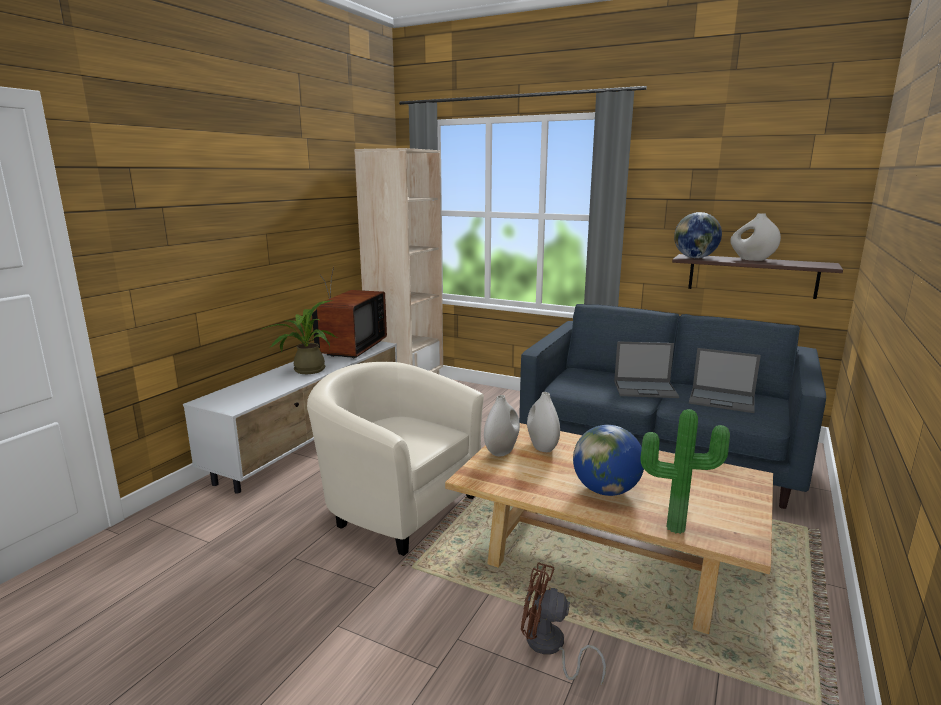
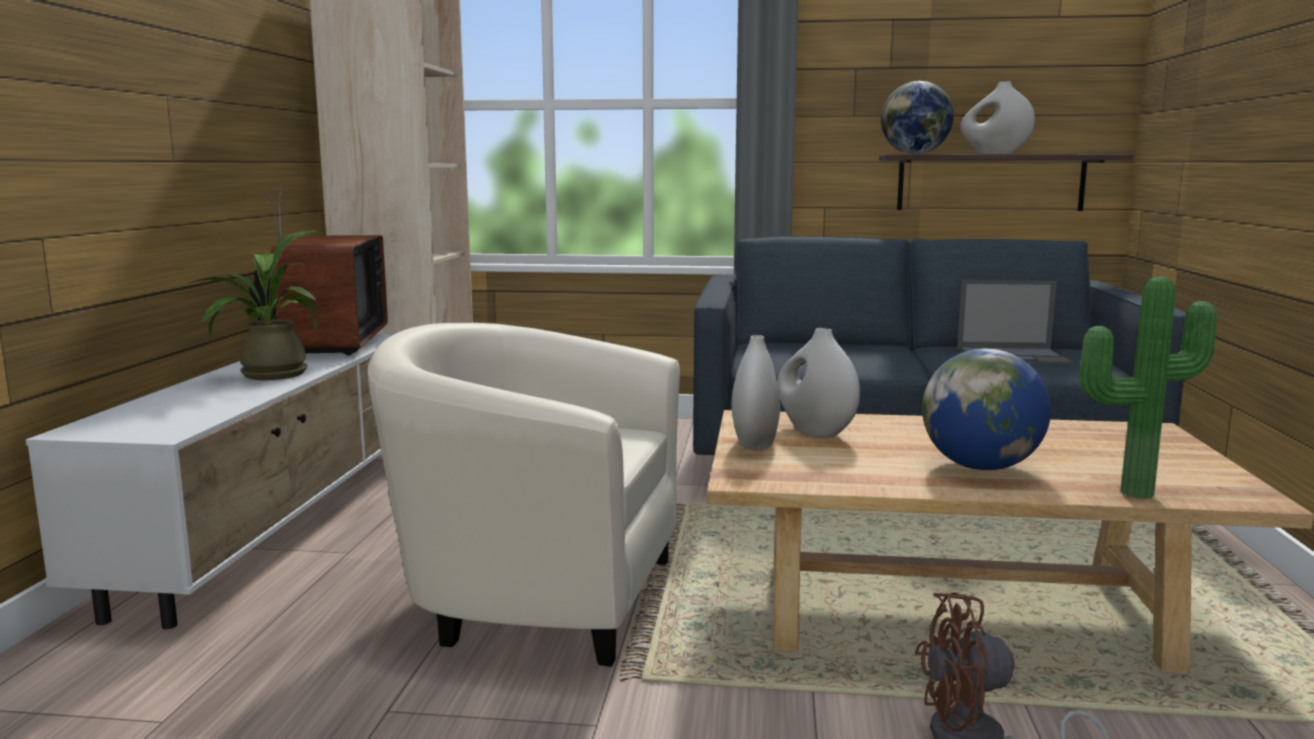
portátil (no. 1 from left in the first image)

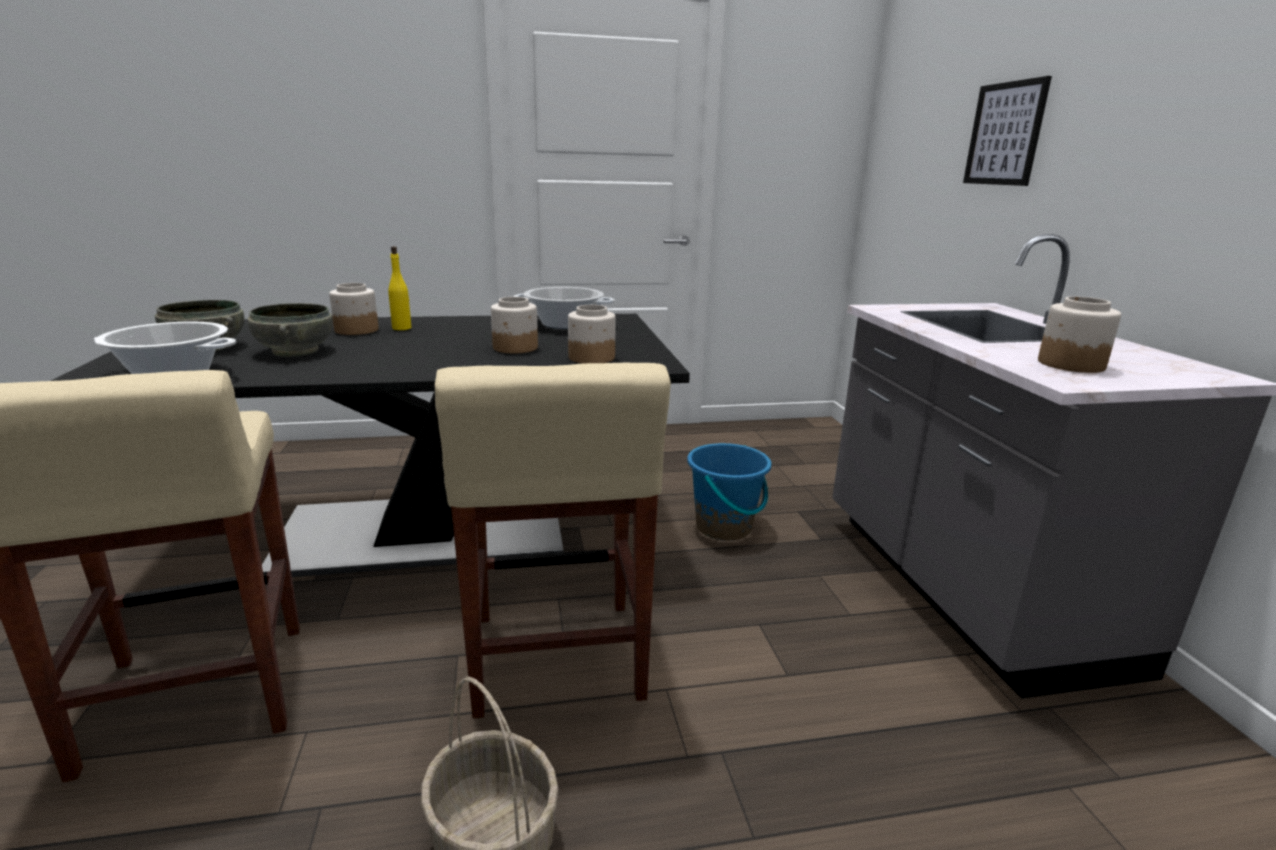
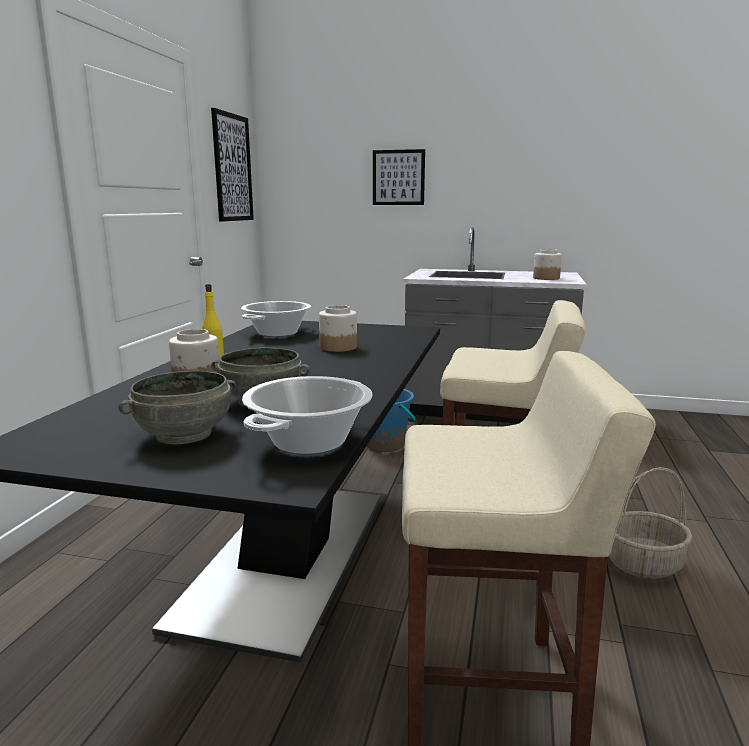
tarro (no. 3 from left in the first image); cuadro (no. 1 from left)

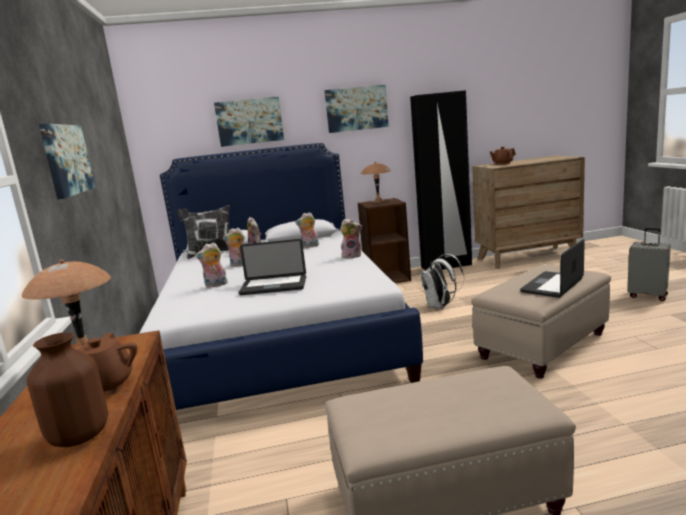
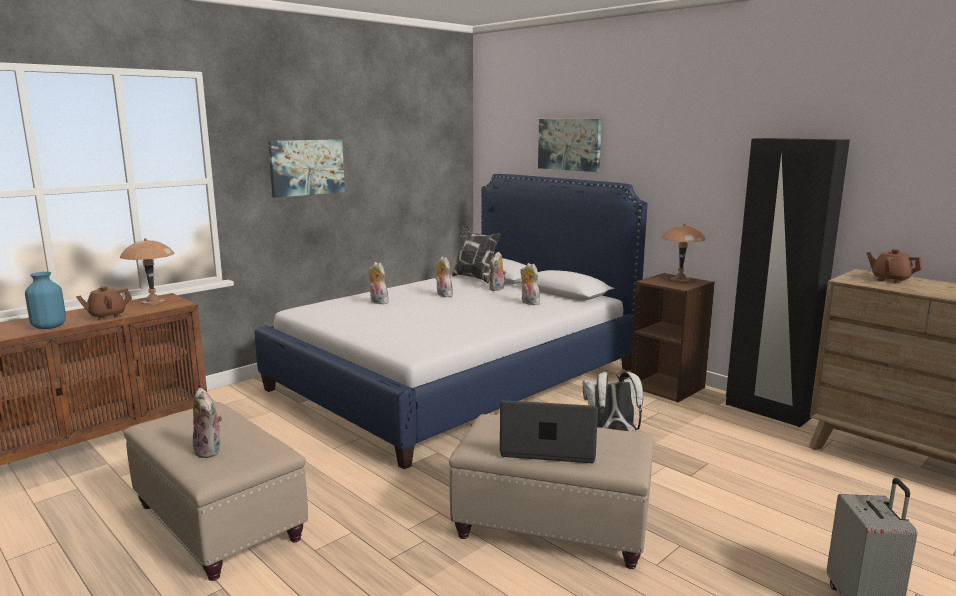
portátil (no. 1 from left in the first image); cuadro (no. 3 from left in the first image); peluche (no. 1 from left); florero/azul

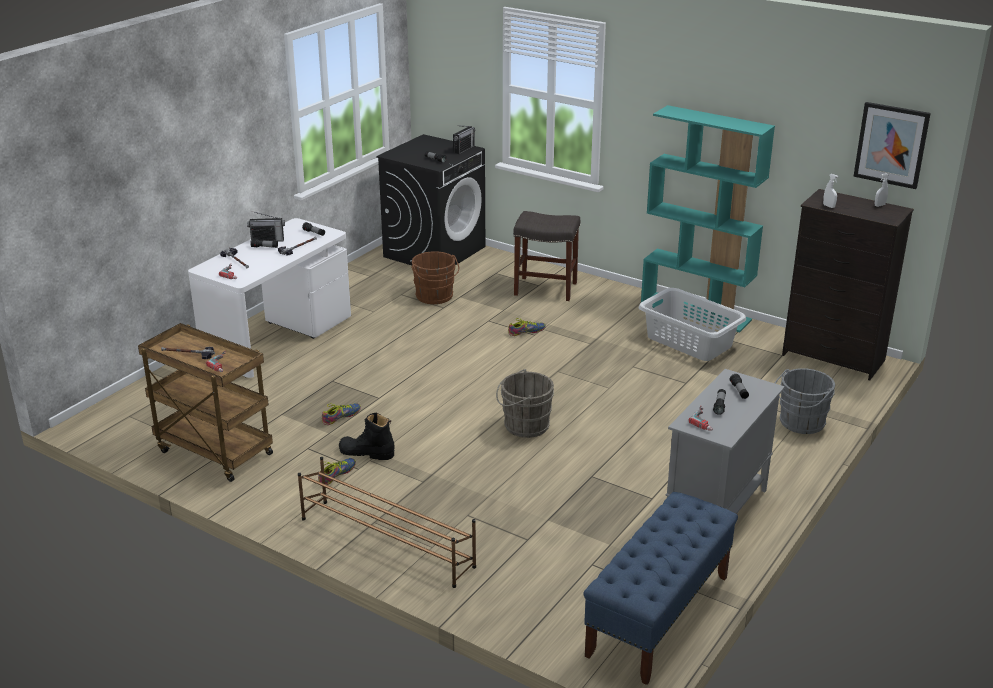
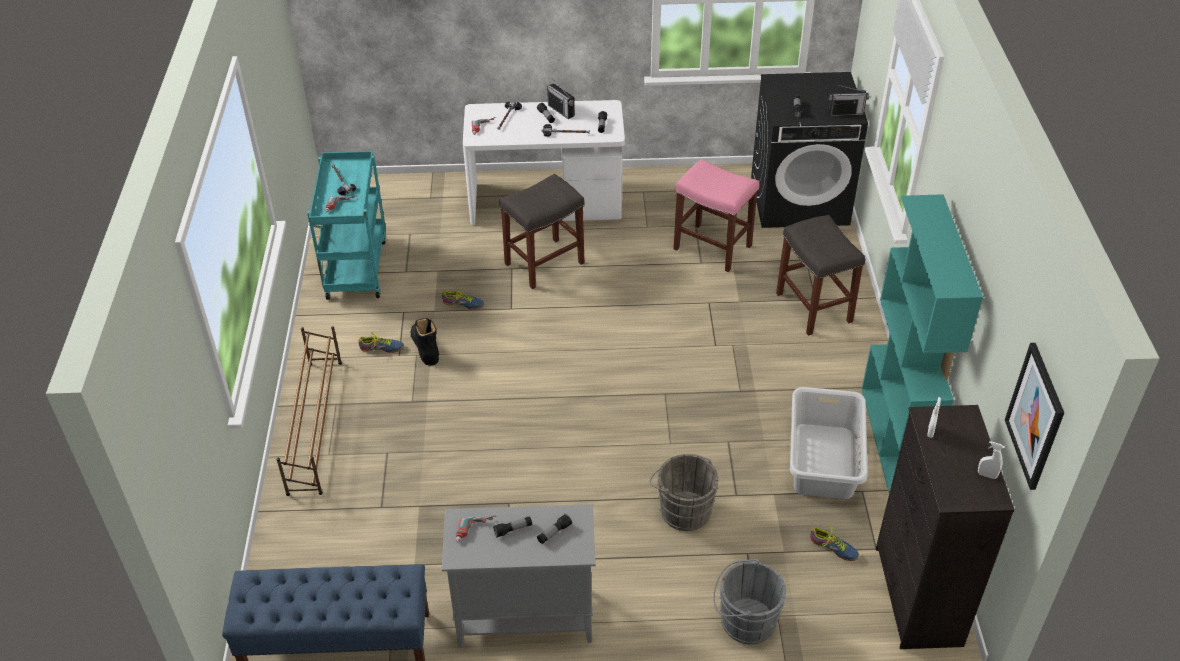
taburete/gris (no. 1 from left); cubo/gris (no. 1 from left); zapato (no. 3 from left); taburete/rosa; carrito/turquesa

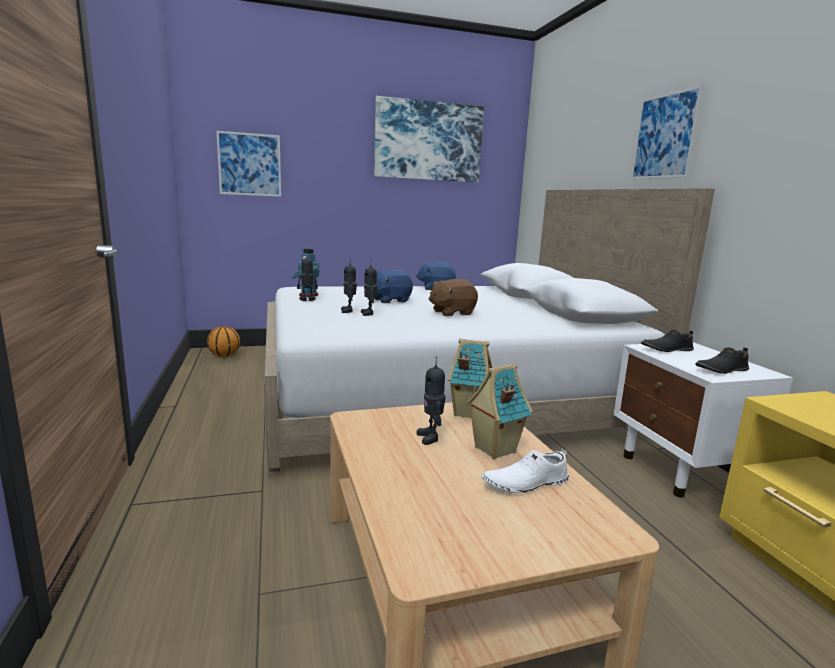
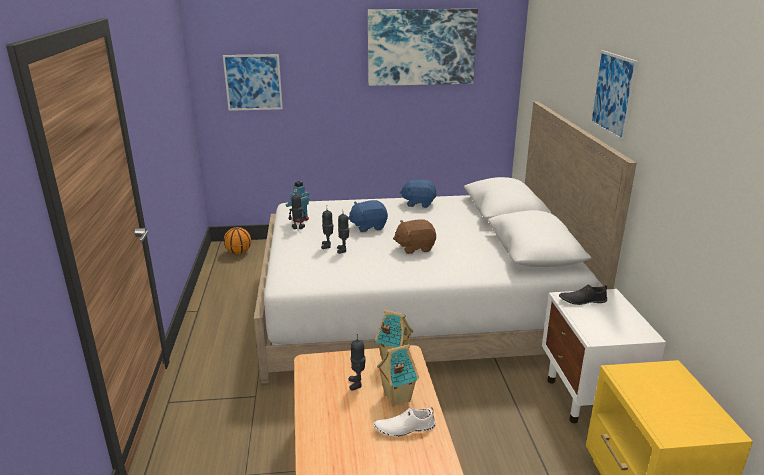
zapato/negro (no. 2 from left in the first image)

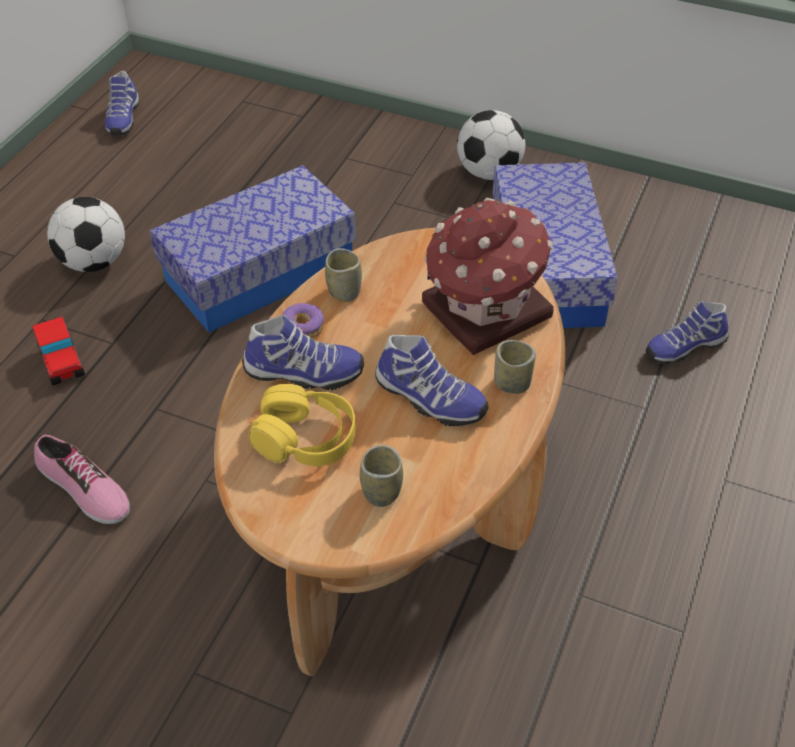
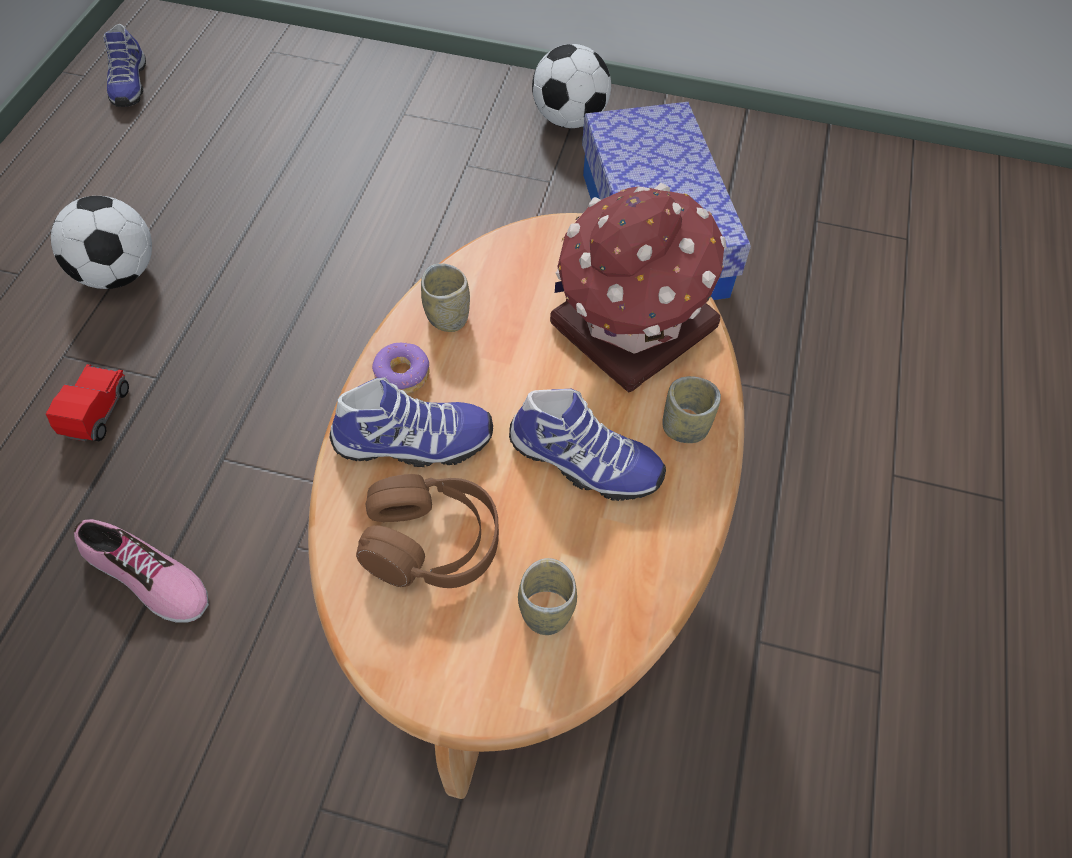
caja de almacenaje (no. 1 from left in the first image); zapato (no. 5 from left in the first image); auriculares/marrón; coche de juguete

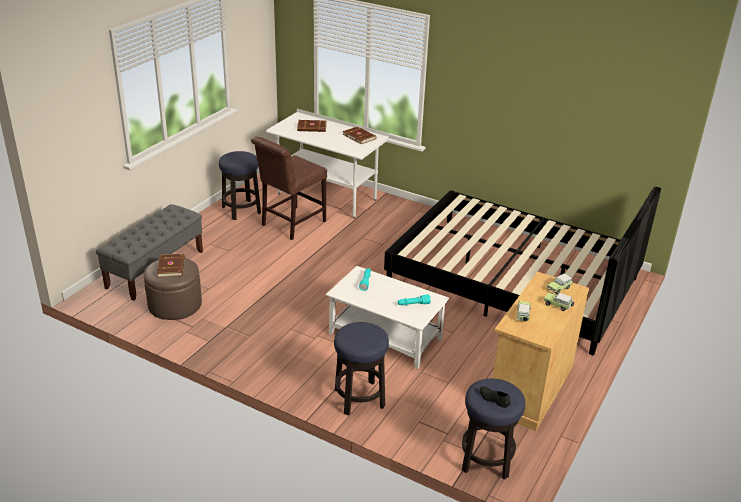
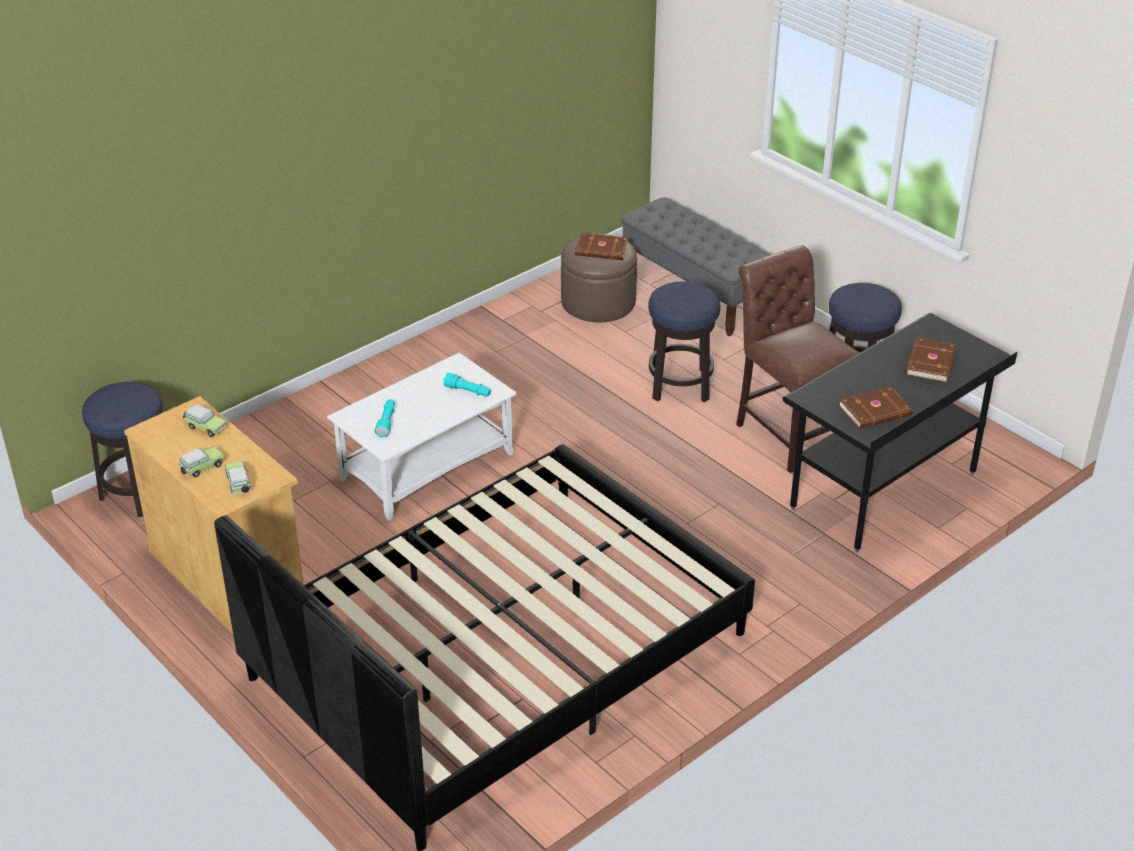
zapato/negro; taburete (no. 2 from left); escritorio/negro

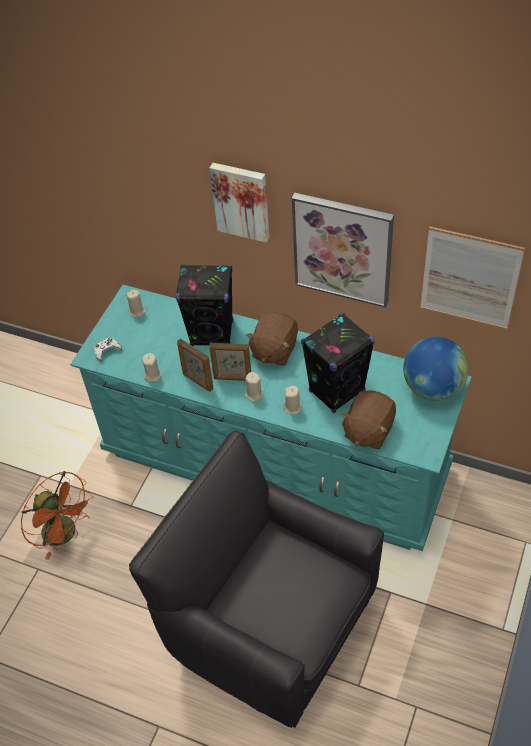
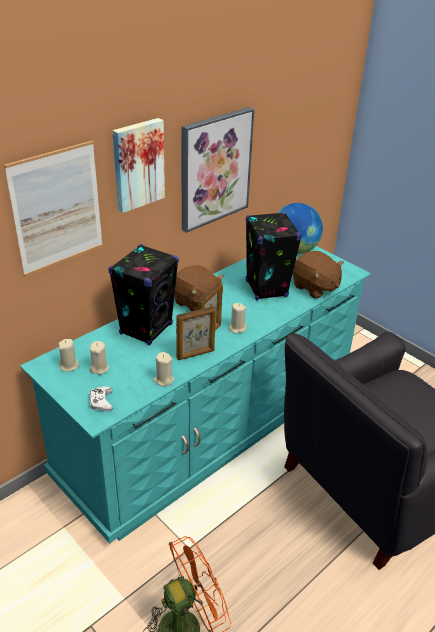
vela/beis (no. 2 from left); cuadro (no. 1 from left)

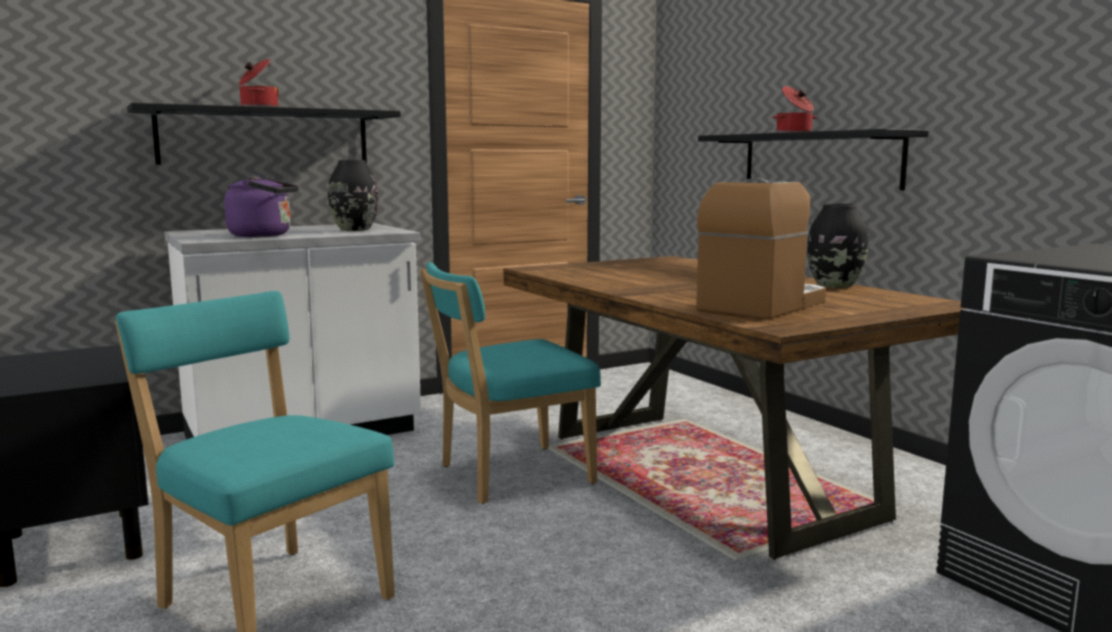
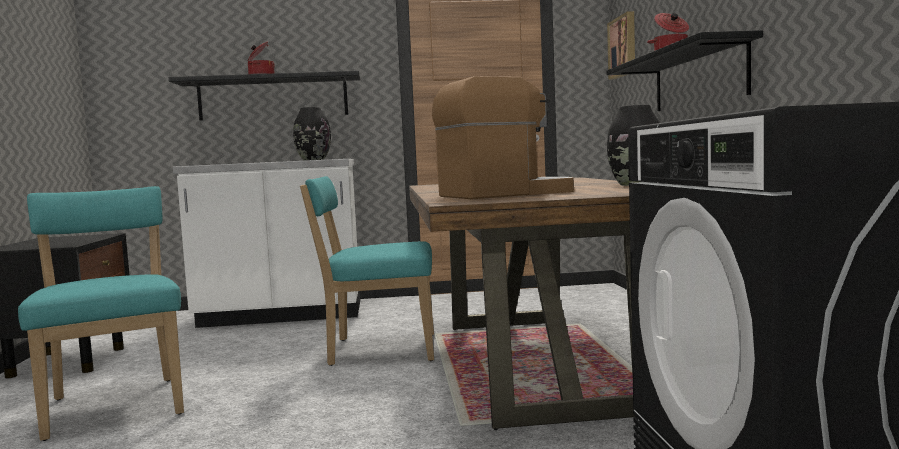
hervidor/morado; cuadro

